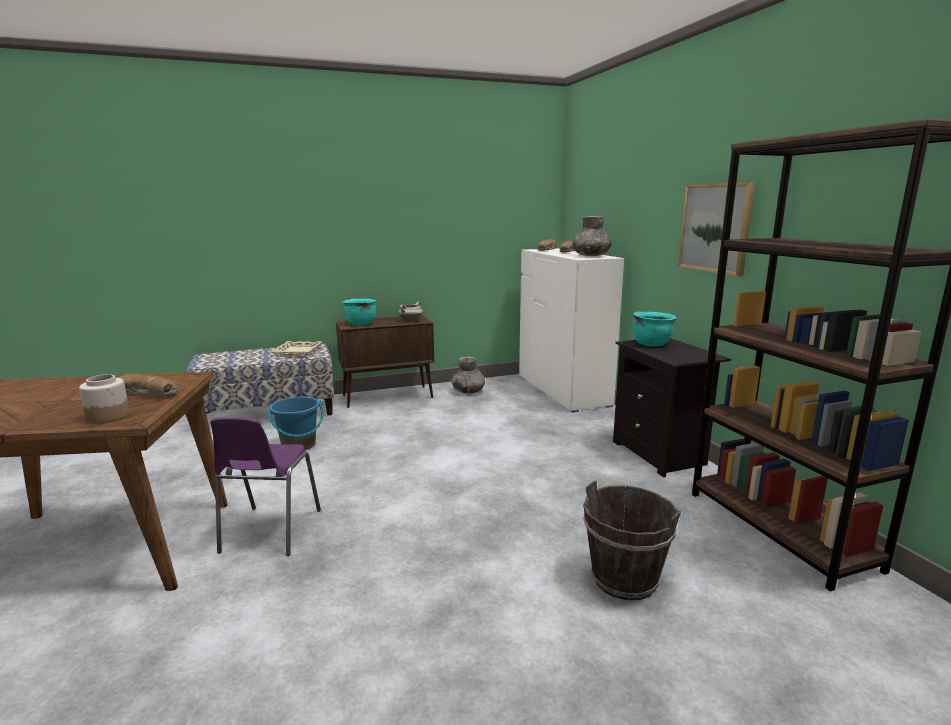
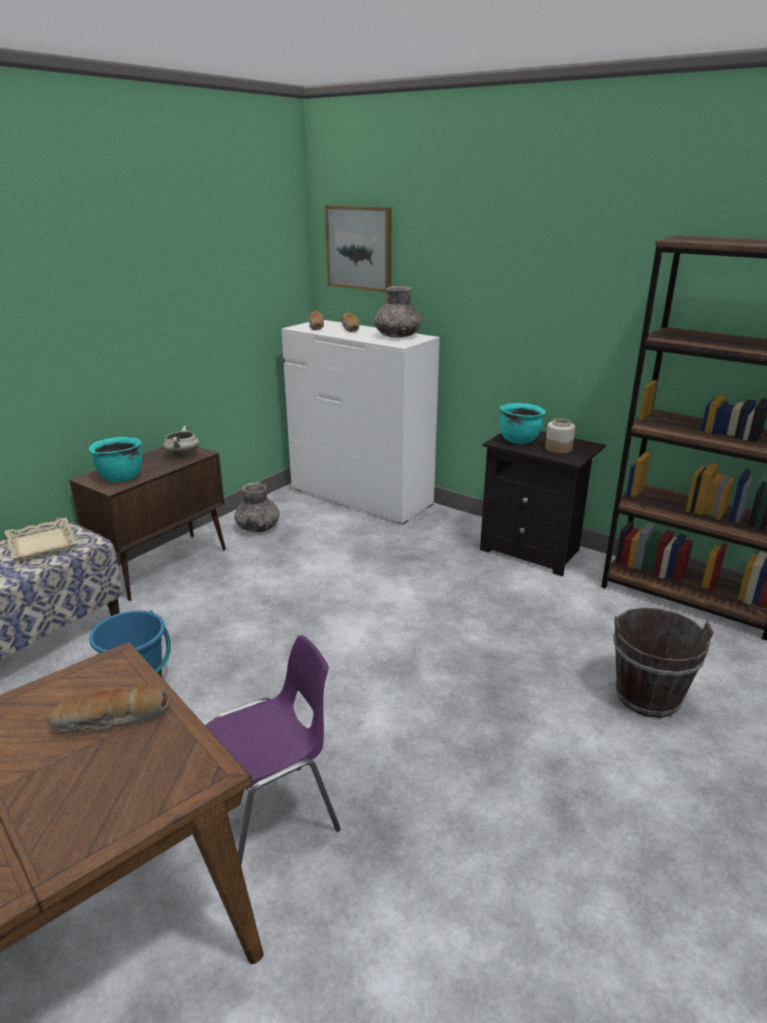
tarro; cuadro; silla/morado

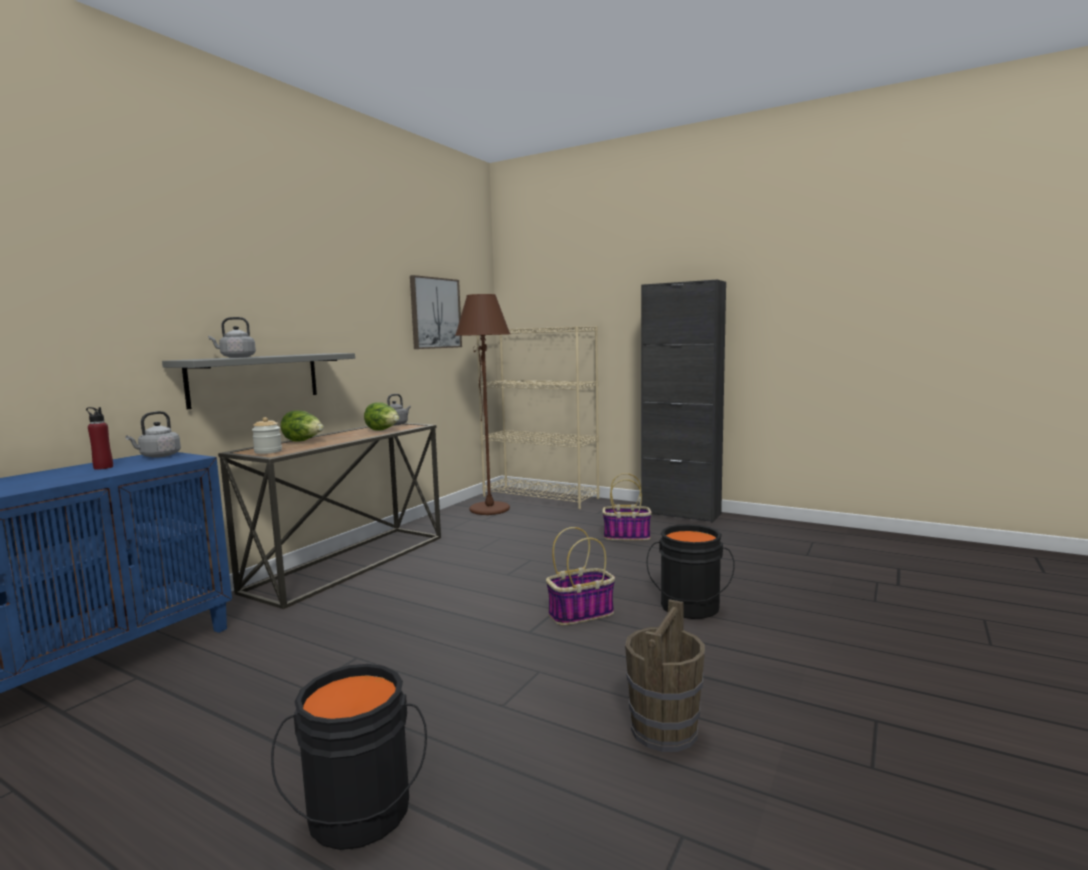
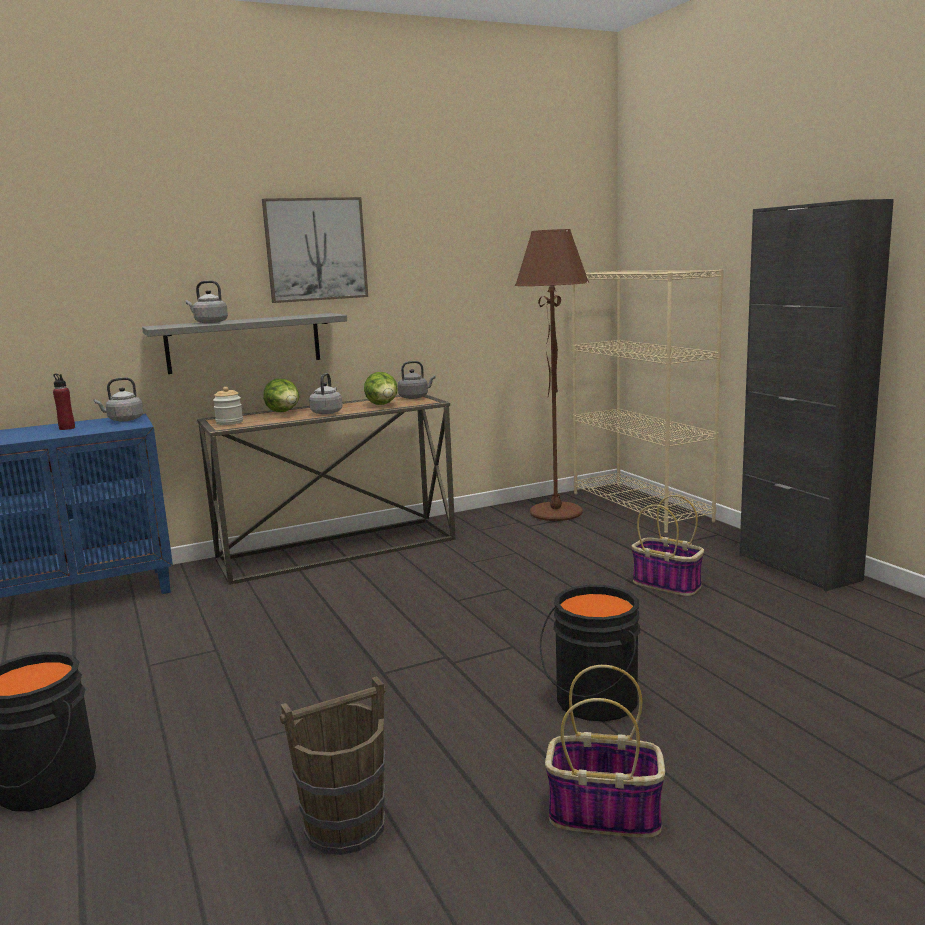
hervidor/gris (no. 3 from left); cuadro; cesta (no. 1 from left)

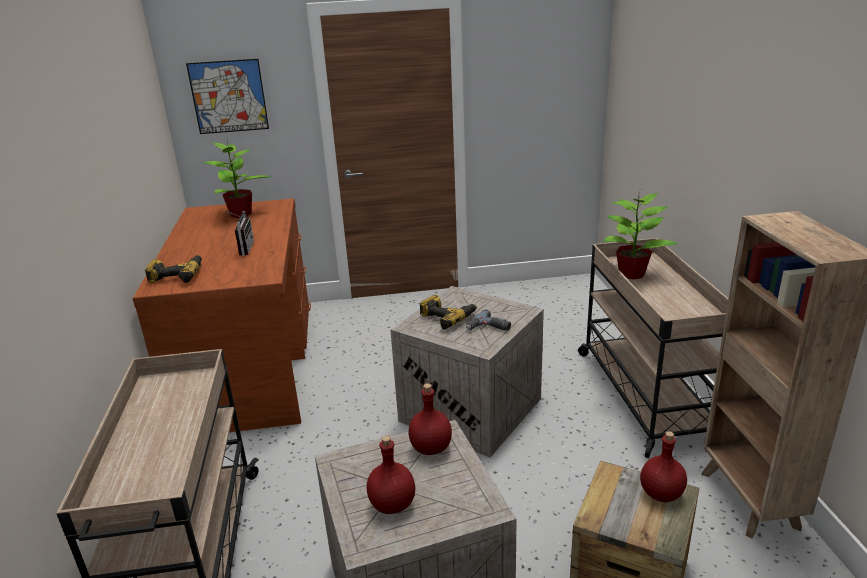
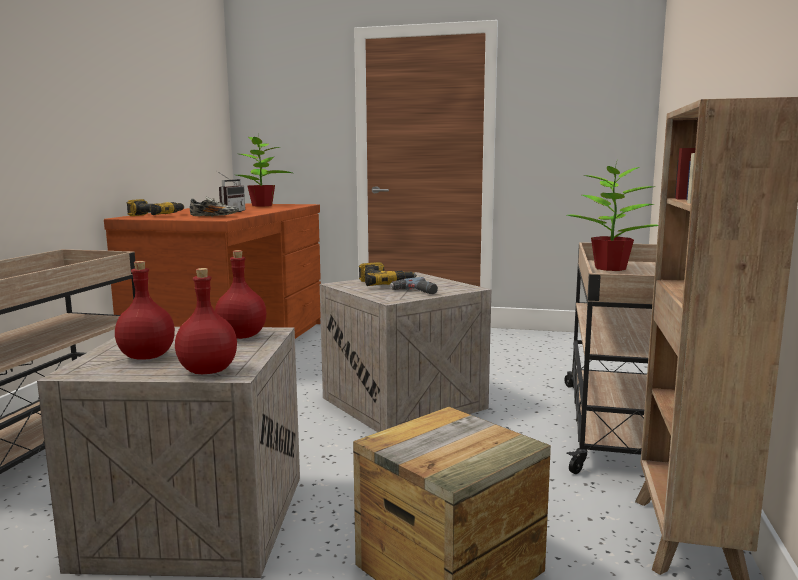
cuadro; zapato; botella/rojo (no. 2 from left)

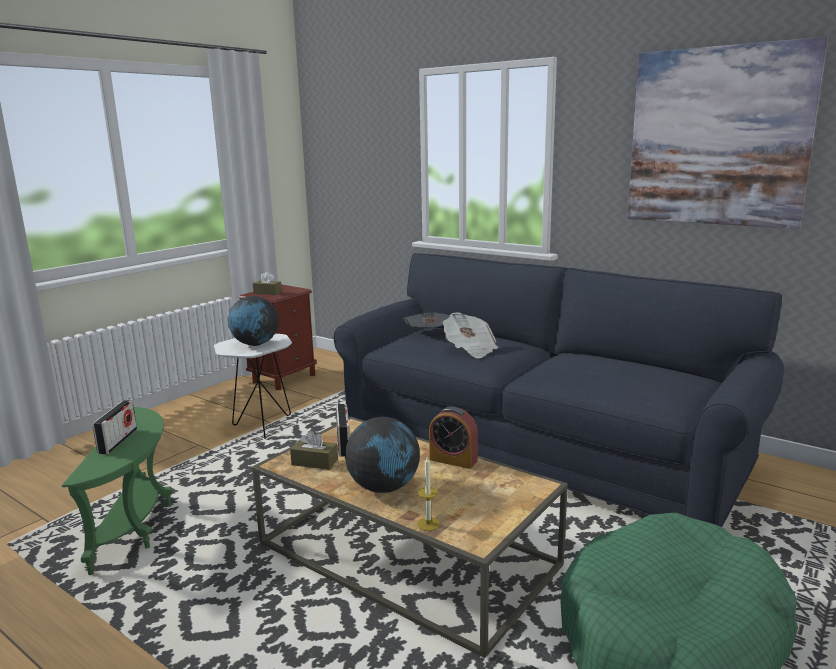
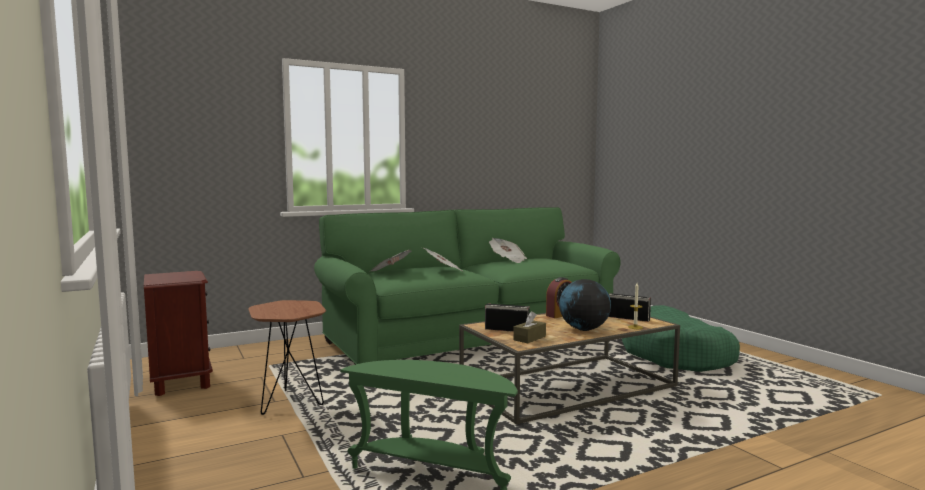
globo terráqueo (no. 1 from left in the first image); caja de pañuelos/marrón (no. 1 from left in the first image); cuadro; periódico (no. 3 from left); radio (no. 2 from left); mesa auxiliar/marrón; sofá/verde

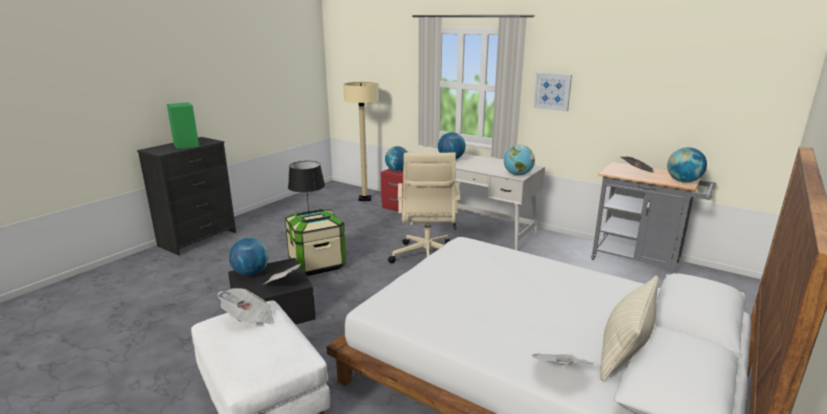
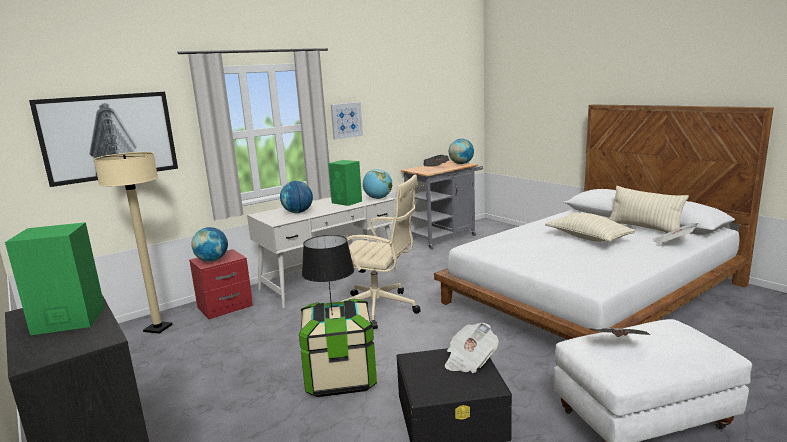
globo terráqueo (no. 1 from left in the first image); cuadro (no. 1 from left); altavoz/verde (no. 2 from left); cojín/beis (no. 1 from left)

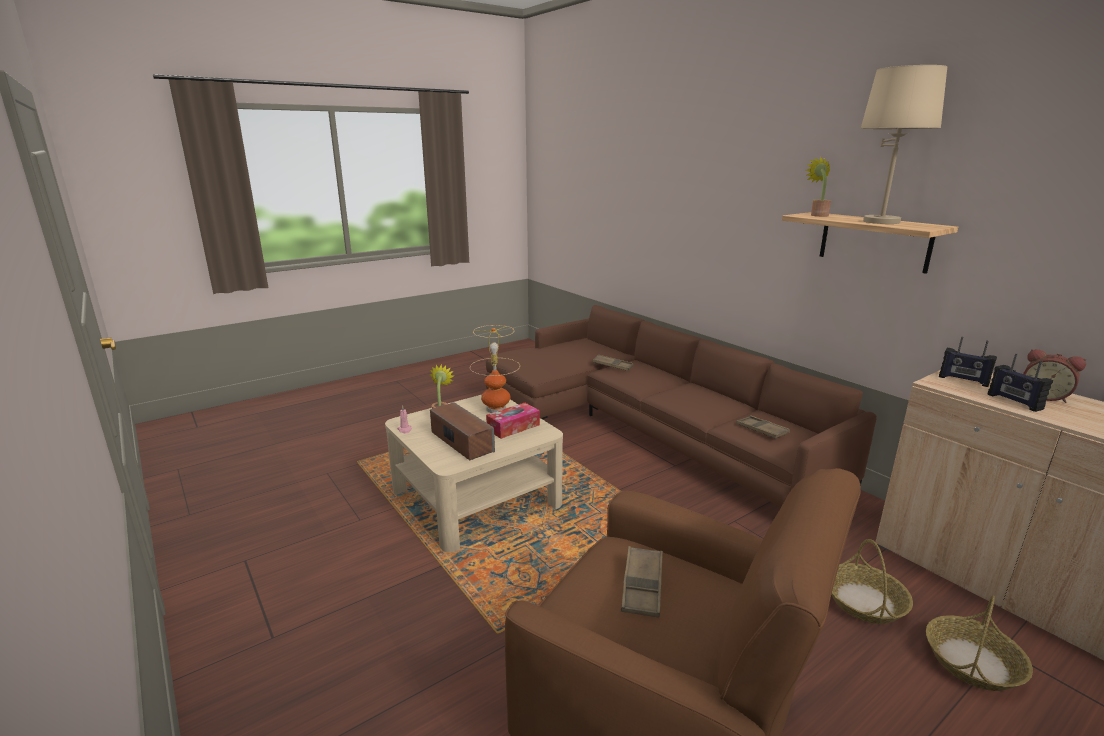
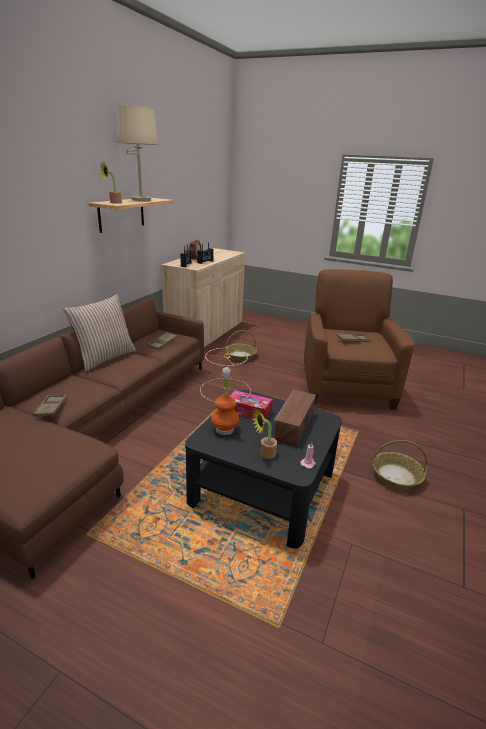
cojín; cesta (no. 2 from left); mesa de centro/negro

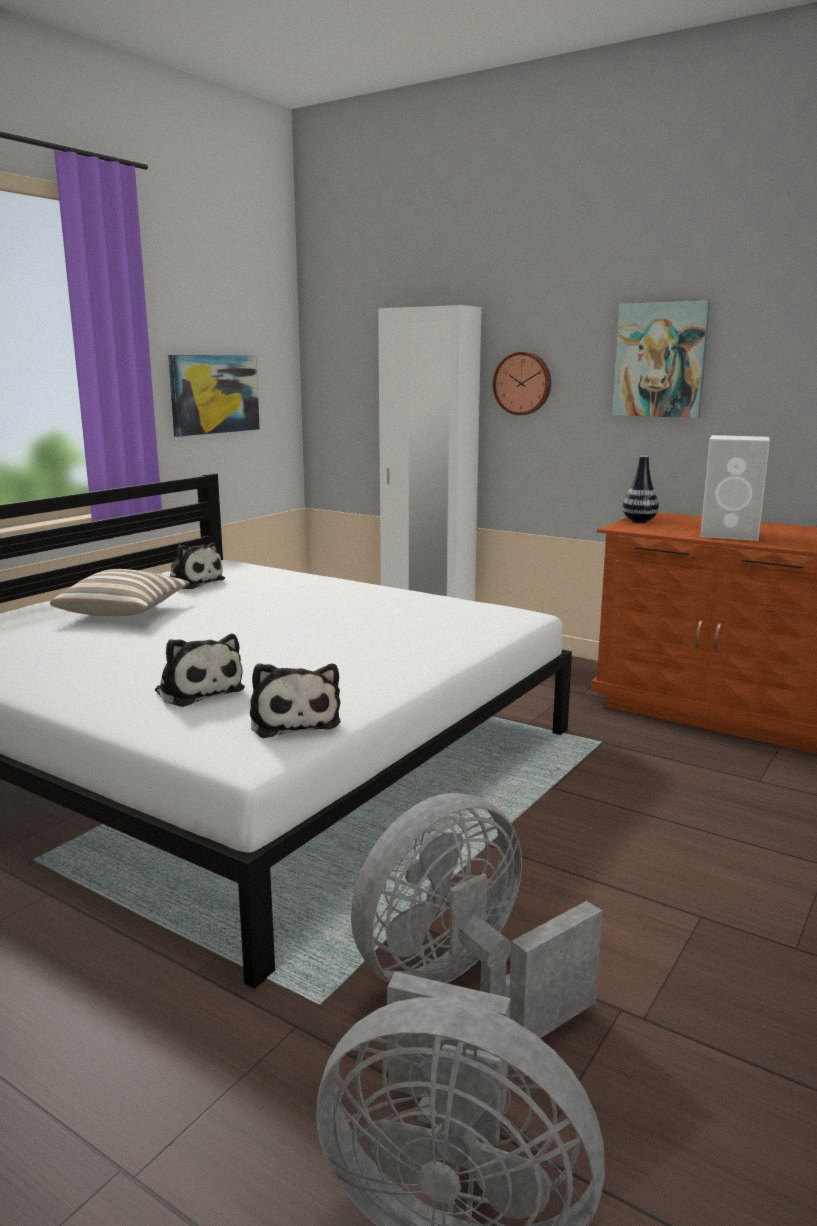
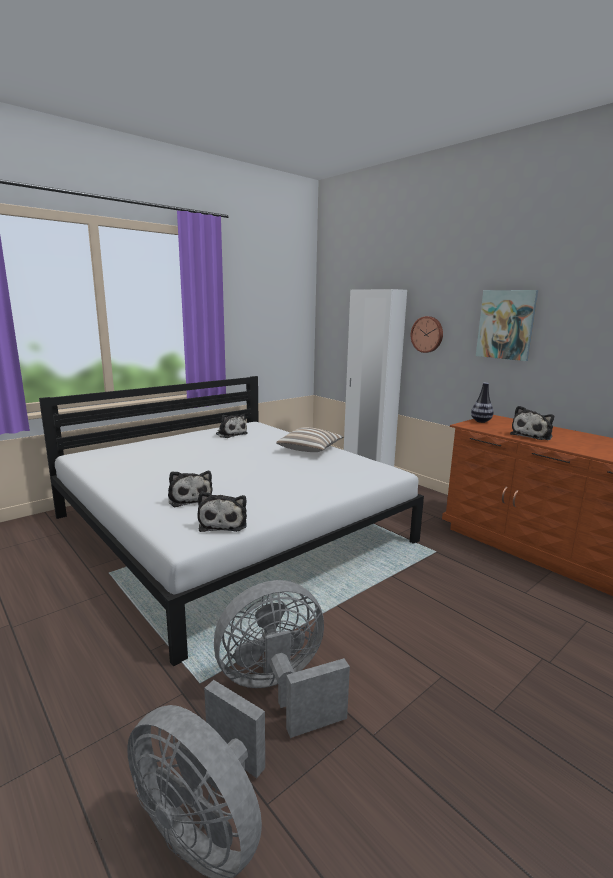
cuadro (no. 1 from left in the first image); cojín; peluche (no. 4 from left)

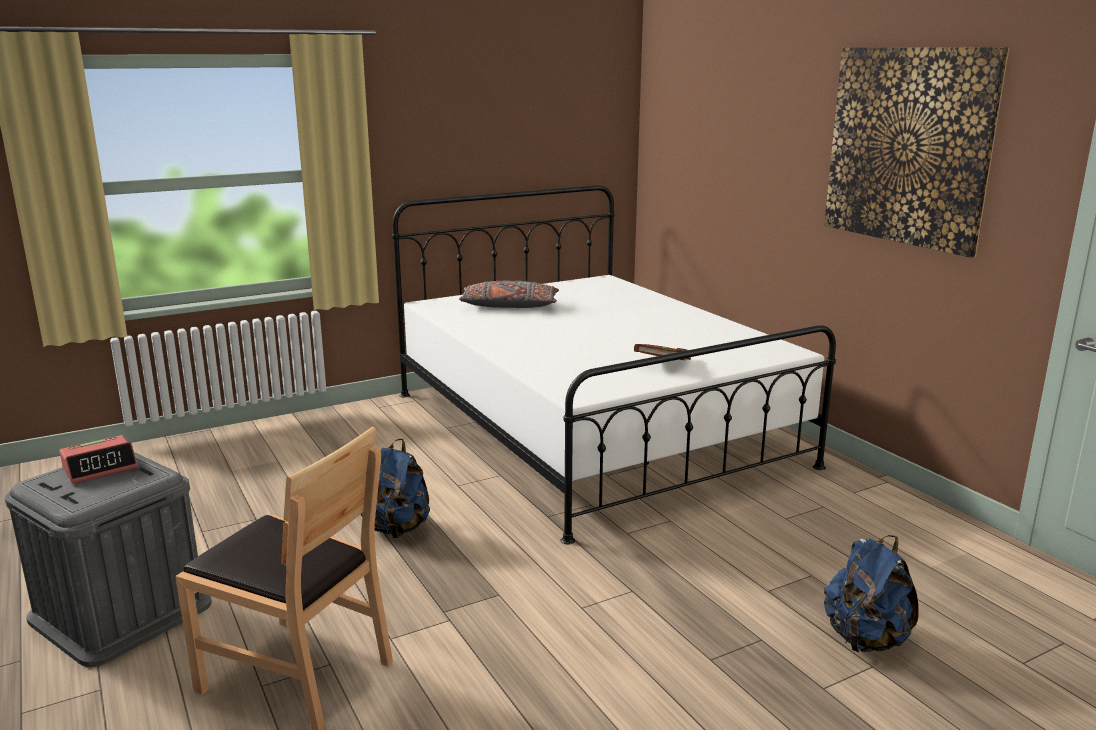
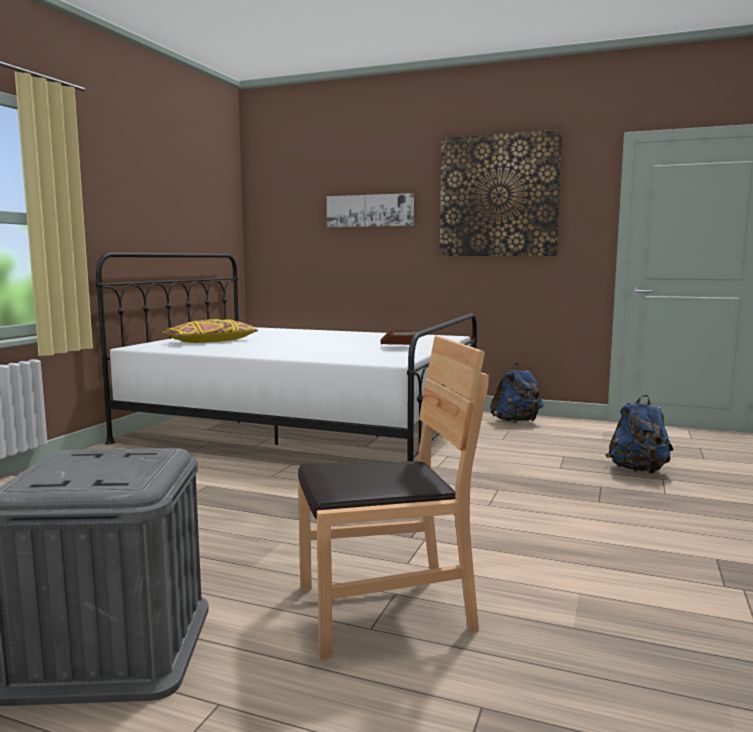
despertador; cuadro (no. 1 from left); mochila/azul (no. 1 from left); cojín/amarillo

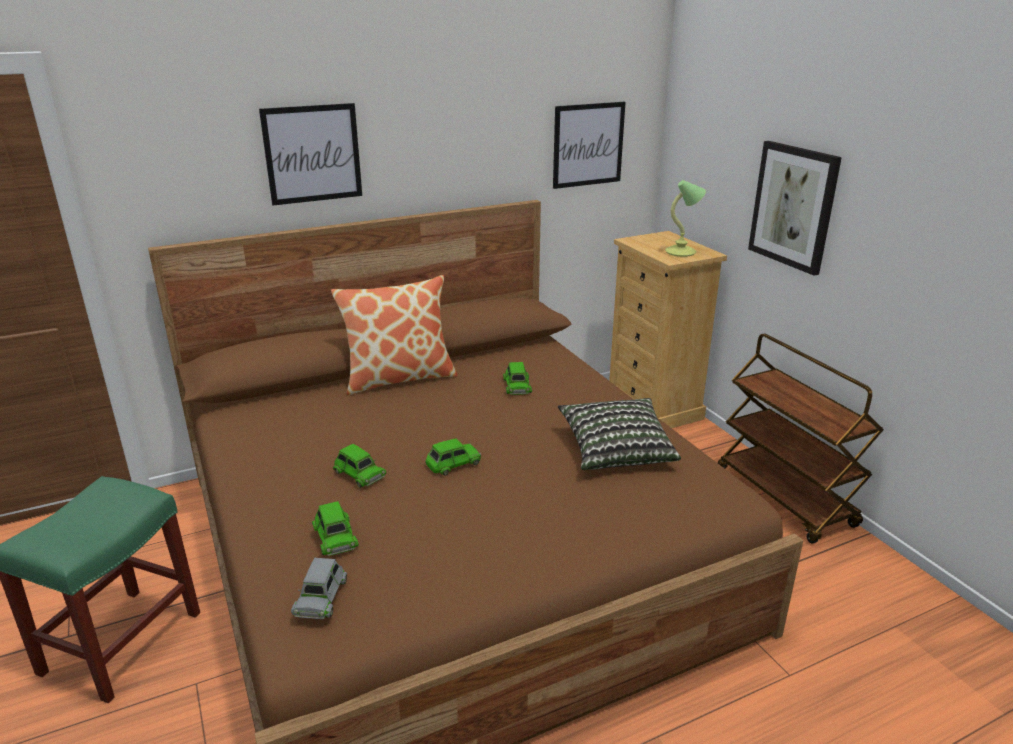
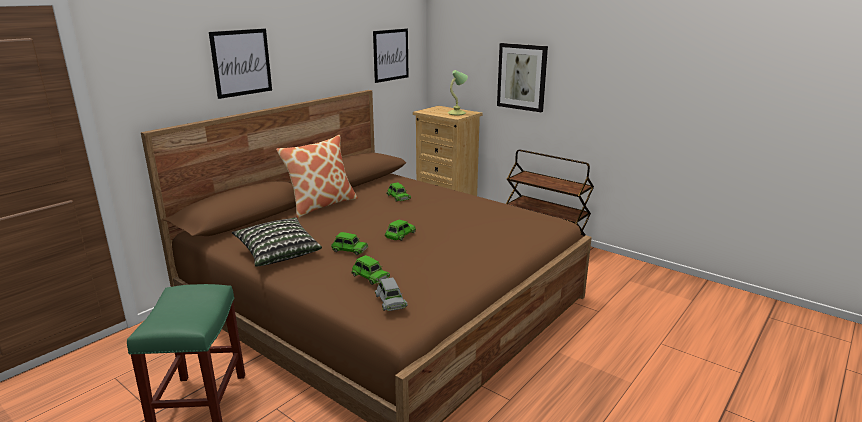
cojín (no. 1 from left)

